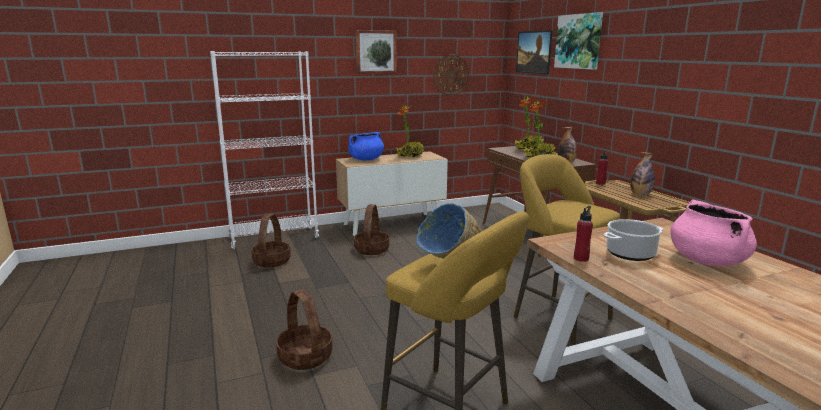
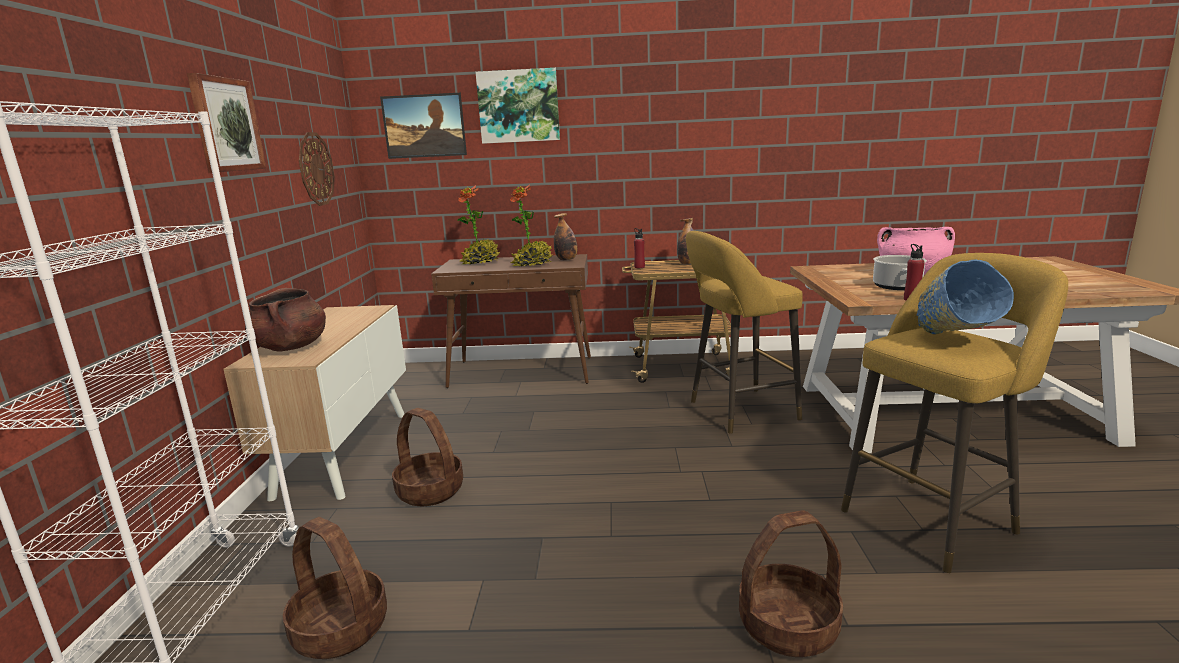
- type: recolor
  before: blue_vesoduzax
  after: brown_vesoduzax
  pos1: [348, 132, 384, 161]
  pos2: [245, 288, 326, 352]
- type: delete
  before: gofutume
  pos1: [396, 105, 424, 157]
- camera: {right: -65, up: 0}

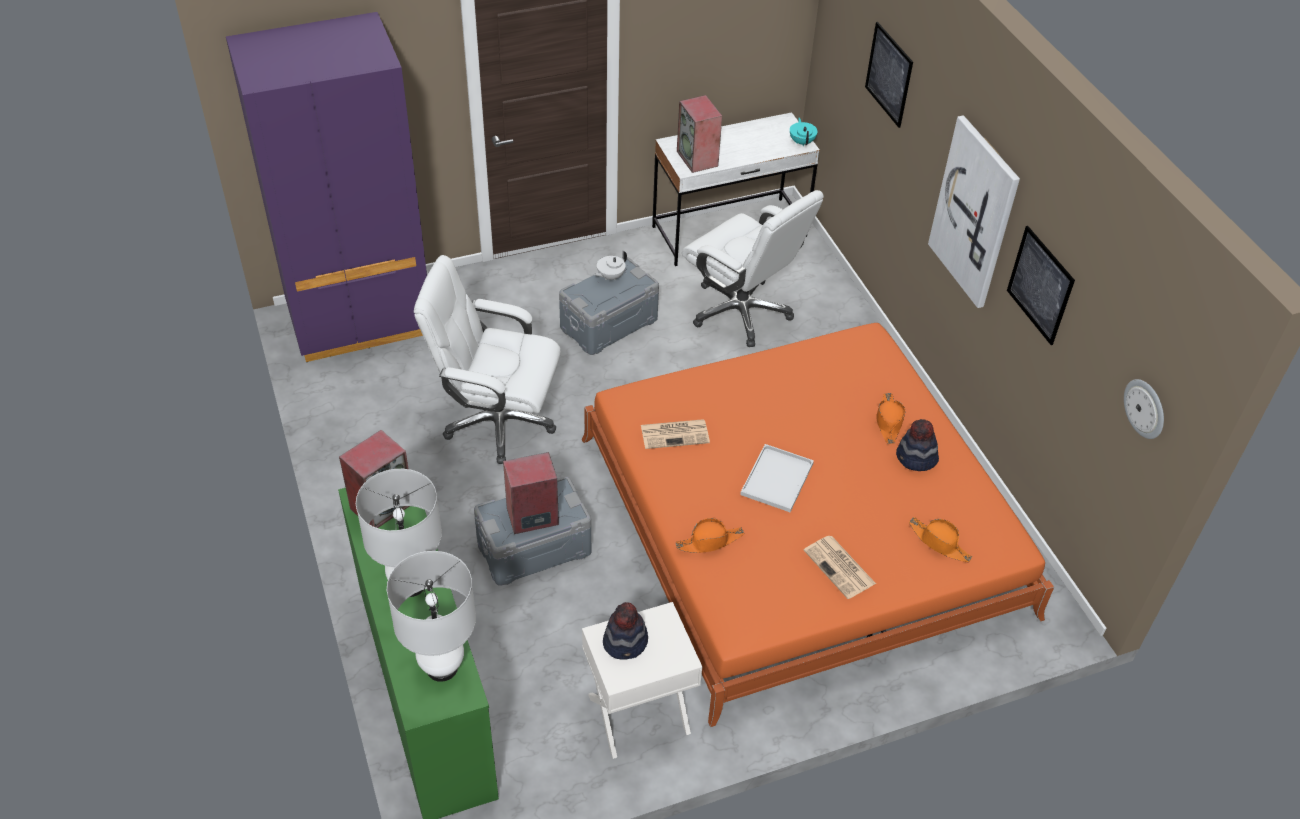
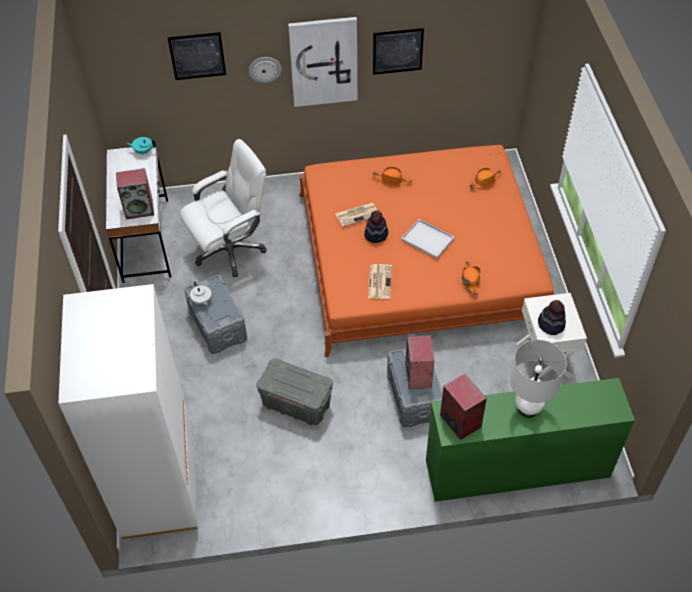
- type: recolor
  before: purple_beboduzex
  after: white_beboduzex
  pos1: [226, 12, 427, 362]
  pos2: [58, 284, 198, 539]
- type: delete
  before: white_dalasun
  pos1: [387, 551, 476, 682]
- type: replace
  before: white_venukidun
  after: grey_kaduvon
  pos1: [414, 255, 561, 464]
  pos2: [257, 358, 333, 425]
- type: move
  before: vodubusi
  pos1: [804, 536, 876, 599]
  pos2: [335, 203, 377, 227]
- type: move
  before: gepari
  pos1: [896, 419, 939, 471]
  pos2: [364, 210, 388, 243]
- type: move
  before: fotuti
  pos1: [1124, 379, 1164, 439]
  pos2: [249, 57, 282, 83]
- camera: {right: -75, up: 5}

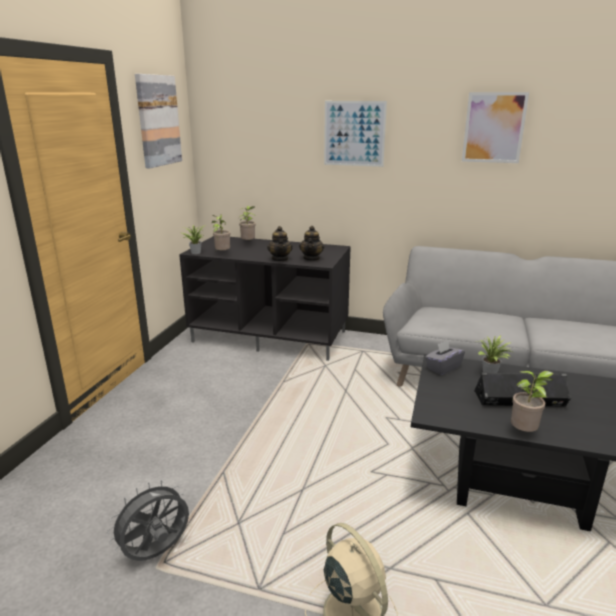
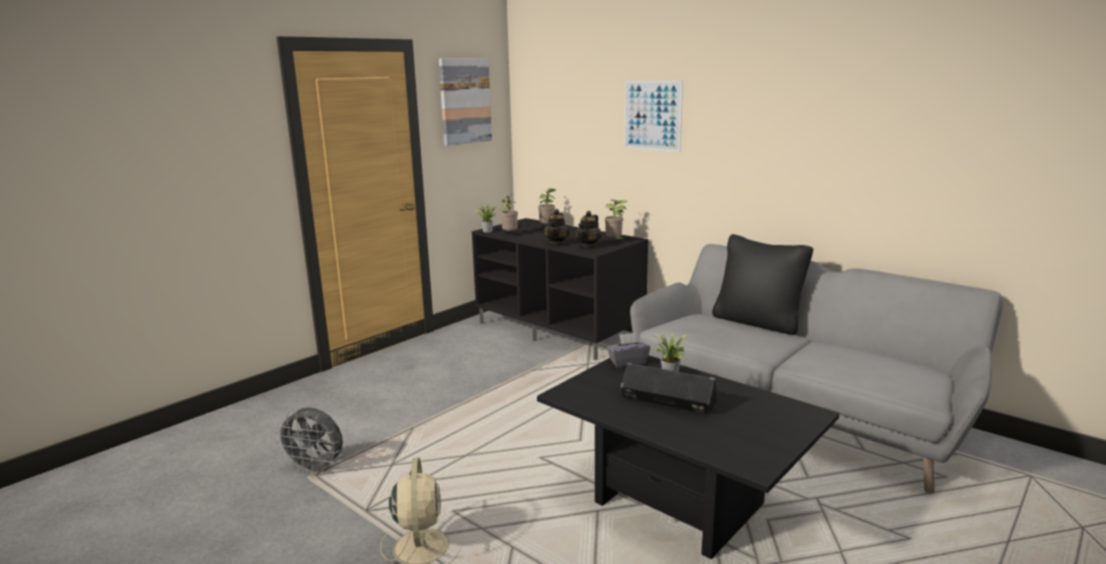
- type: rotate
  before: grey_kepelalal
  pos1: [107, 480, 189, 561]
  pos2: [275, 407, 343, 474]
  turn: -150
- type: delete
  before: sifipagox
  pos1: [462, 92, 529, 163]
- type: move
  before: gofutume
  pos1: [511, 371, 554, 432]
  pos2: [605, 200, 628, 239]
- type: insert
  after: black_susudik
  pos2: [712, 234, 814, 335]
- camera: {right: 25, up: -5}

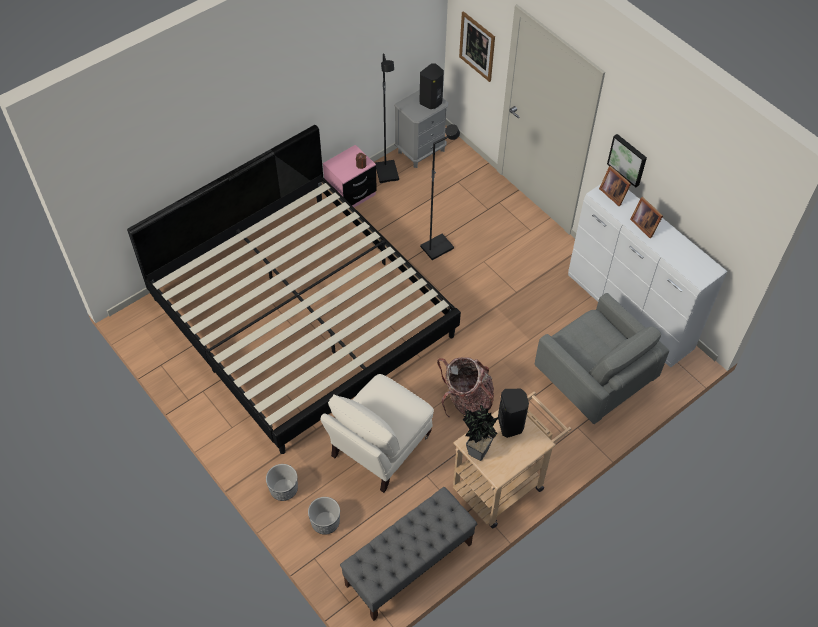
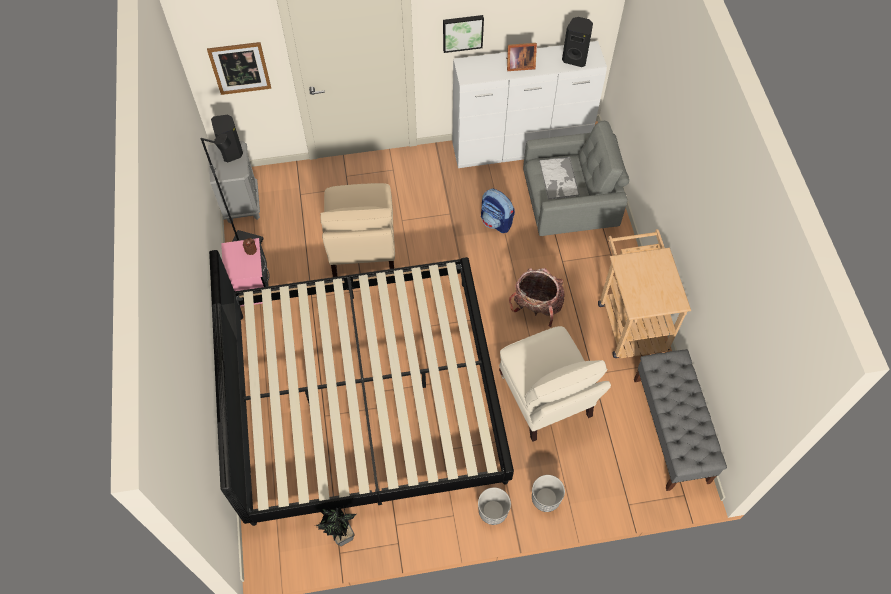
- type: move
  before: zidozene
  pos1: [308, 497, 340, 535]
  pos2: [478, 487, 511, 525]
- type: replace
  before: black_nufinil
  after: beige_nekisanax
  pos1: [420, 124, 460, 260]
  pos2: [320, 183, 395, 277]
- type: move
  before: gofutume
  pos1: [463, 405, 499, 461]
  pos2: [315, 505, 356, 546]
- type: move
  before: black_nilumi
  pos1: [498, 389, 529, 438]
  pos2: [562, 17, 593, 67]
- type: delete
  before: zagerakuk
  pos1: [599, 166, 631, 206]
- type: insert
  after: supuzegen
  pos2: [481, 188, 515, 233]
- type: insert
  after: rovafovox
  pos2: [539, 157, 580, 200]
- camera: {right: -60, up: 5}

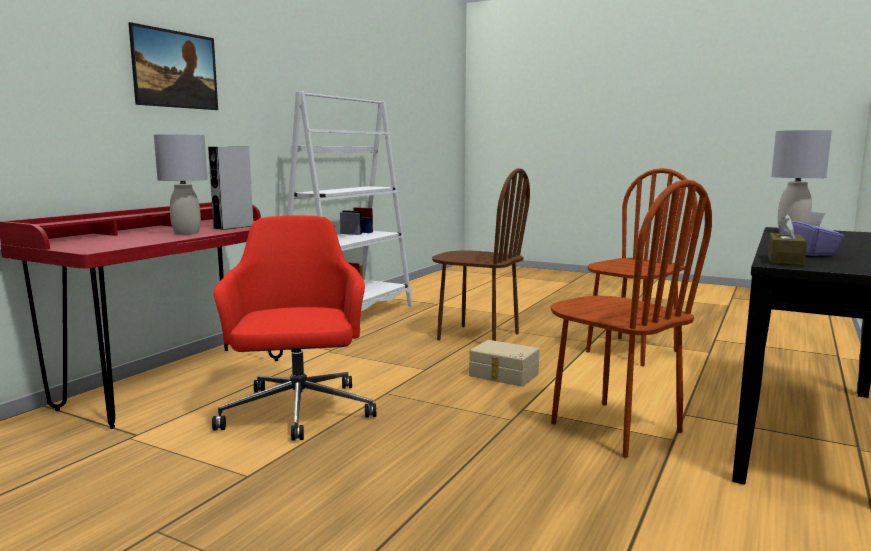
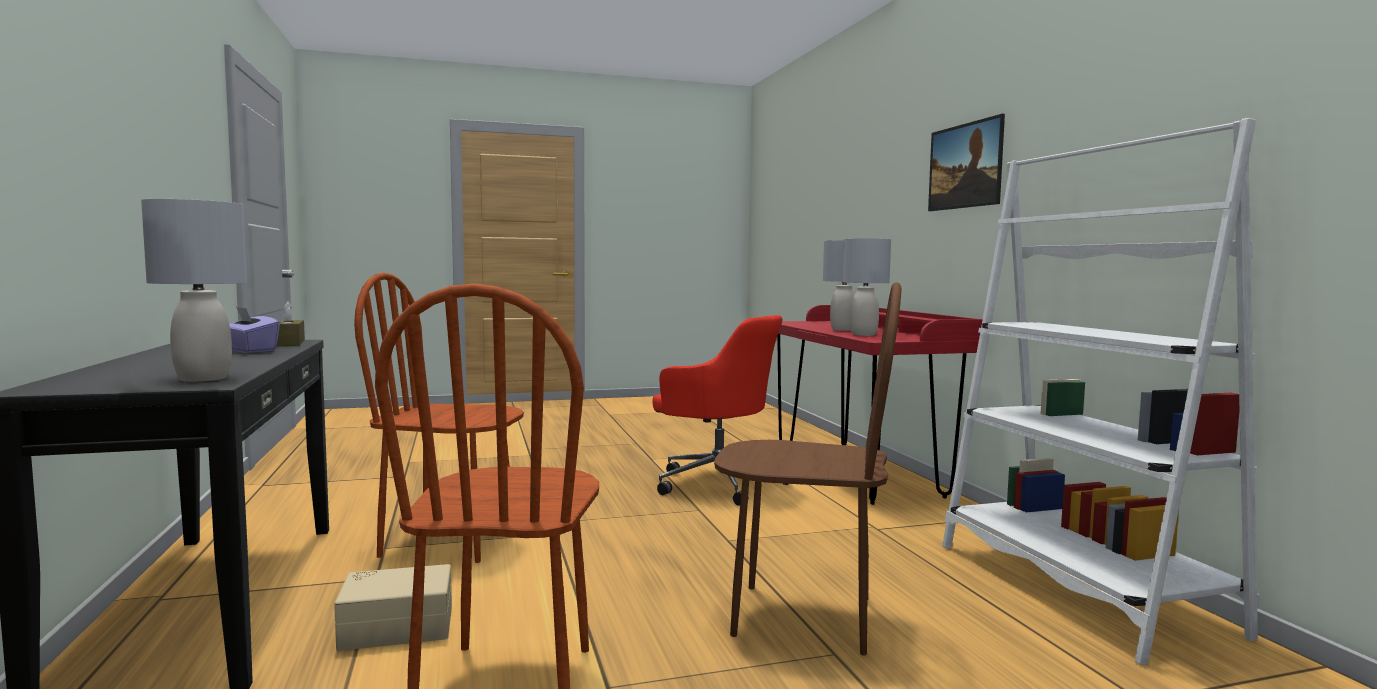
- type: replace
  before: grey_nilumi
  after: grey_dalasun
  pos1: [208, 147, 253, 230]
  pos2: [843, 238, 891, 336]
- type: rotate
  before: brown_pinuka
  pos1: [432, 168, 530, 341]
  pos2: [714, 282, 902, 656]
  turn: -150
- type: move
  before: beige_kaduvon
  pos1: [469, 340, 539, 387]
  pos2: [334, 564, 452, 651]
- camera: {right: 135, up: -5}

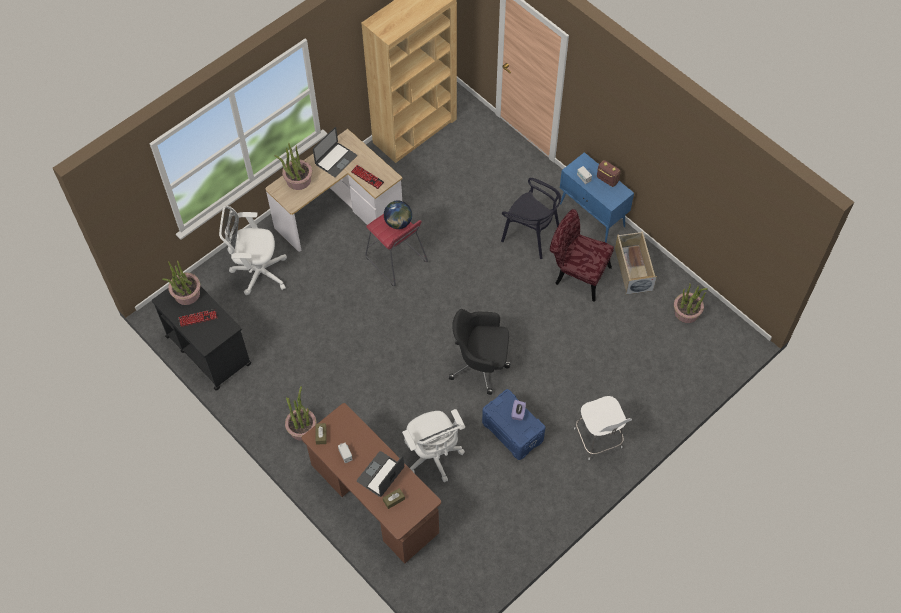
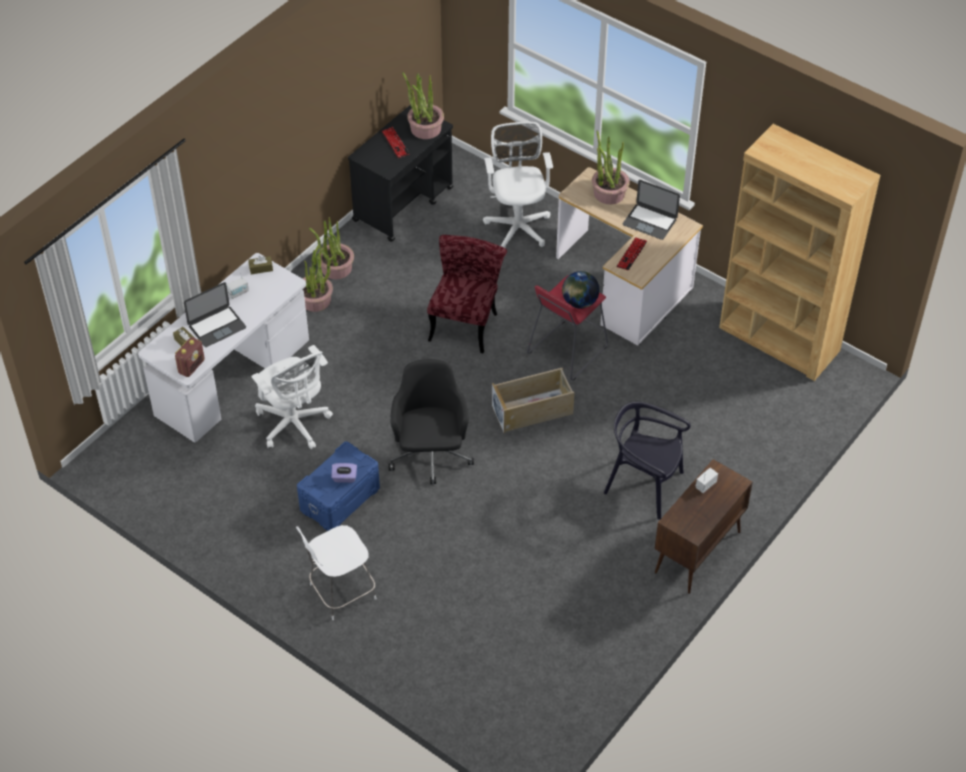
- type: recolor
  before: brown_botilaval
  after: white_botilaval
  pos1: [302, 403, 441, 564]
  pos2: [138, 253, 309, 442]
- type: rotate
  before: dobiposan
  pos1: [357, 451, 404, 497]
  pos2: [184, 282, 246, 347]
  turn: 120
- type: rotate
  before: white_venukidun
  pos1: [402, 409, 465, 482]
  pos2: [251, 345, 333, 449]
  turn: -90
- type: rotate
  before: black_pinuka
  pos1: [501, 178, 561, 259]
  pos2: [604, 402, 691, 520]
  turn: 90
- type: move
  before: red_pinuka
  pos1: [550, 209, 614, 302]
  pos2: [427, 235, 507, 353]
- type: recolor
  before: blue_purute
  after: brown_purute
  pos1: [560, 152, 634, 243]
  pos2: [655, 459, 753, 594]
- type: move
  before: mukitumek
  pos1: [597, 160, 620, 187]
  pos2: [175, 337, 205, 377]
- type: move
  before: beige_kaduvon
  pos1: [615, 231, 657, 295]
  pos2: [492, 368, 574, 433]
- type: move
  before: gofutume
  pos1: [674, 284, 708, 323]
  pos2: [309, 217, 354, 279]
- camera: {right: 80, up: -10}

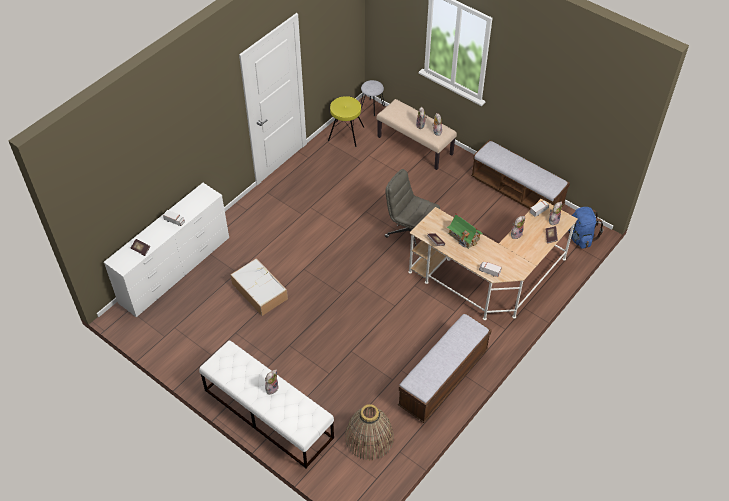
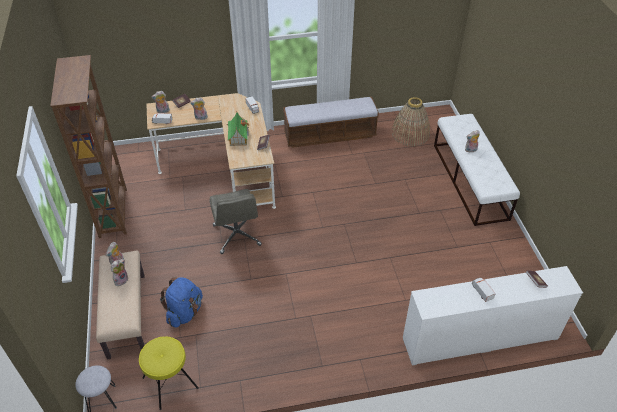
- type: delete
  before: kaduvon
  pos1: [230, 259, 288, 316]
- type: replace
  before: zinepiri
  after: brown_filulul
  pos1: [471, 140, 570, 209]
  pos2: [50, 55, 127, 238]
- type: move
  before: blue_supuzegen
  pos1: [568, 207, 603, 249]
  pos2: [160, 277, 203, 328]
- camera: {right: -140, up: -5}

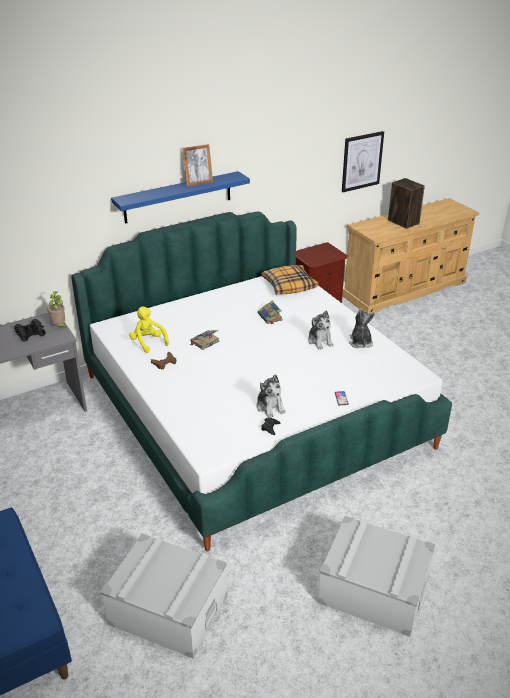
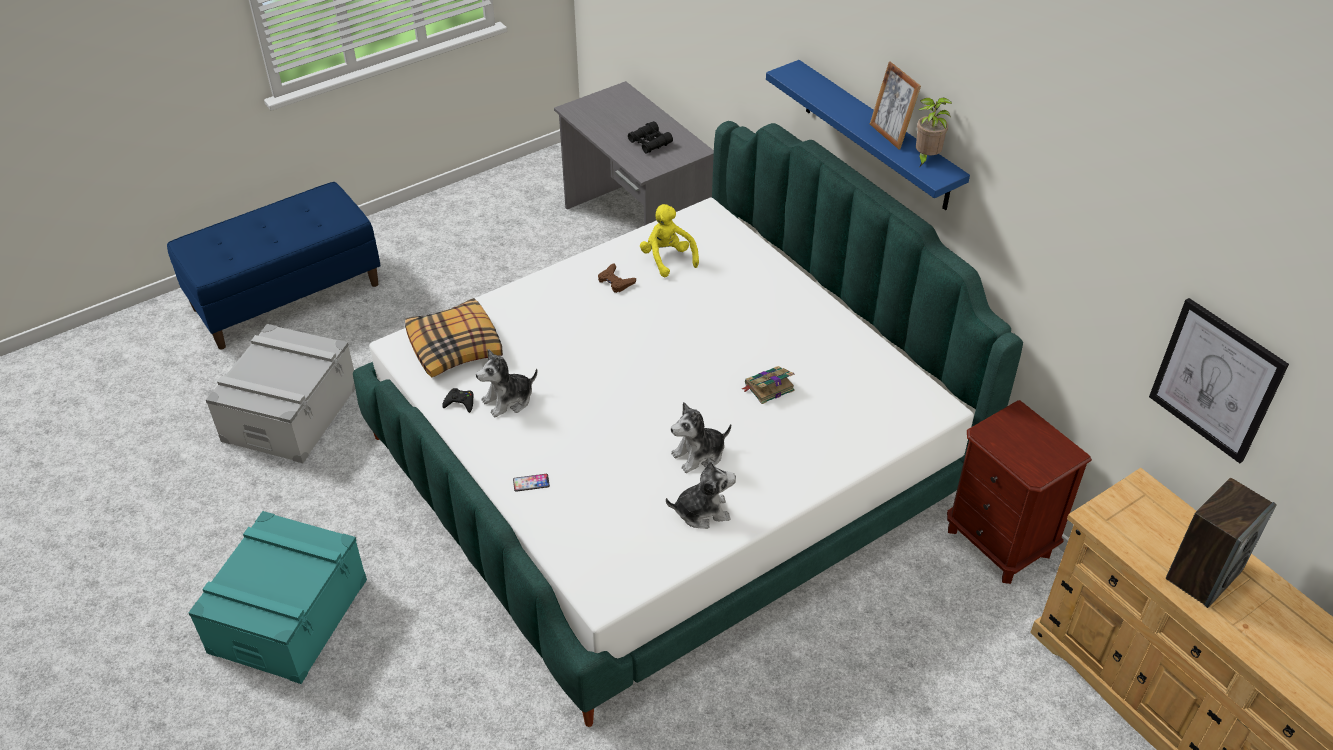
- type: move
  before: gofutume
  pos1: [47, 291, 66, 328]
  pos2: [916, 97, 953, 166]
- type: rotate
  before: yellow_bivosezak
  pos1: [129, 307, 169, 353]
  pos2: [640, 204, 699, 277]
  turn: -75
- type: delete
  before: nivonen
  pos1: [190, 330, 220, 350]
- type: move
  before: susudik
  pos1: [262, 265, 318, 295]
  pos2: [405, 298, 503, 377]
- type: recolor
  before: grey_kaduvon
  after: turquoise_kaduvon
  pos1: [318, 516, 435, 637]
  pos2: [189, 511, 367, 684]
- camera: {right: 85, up: 10}

